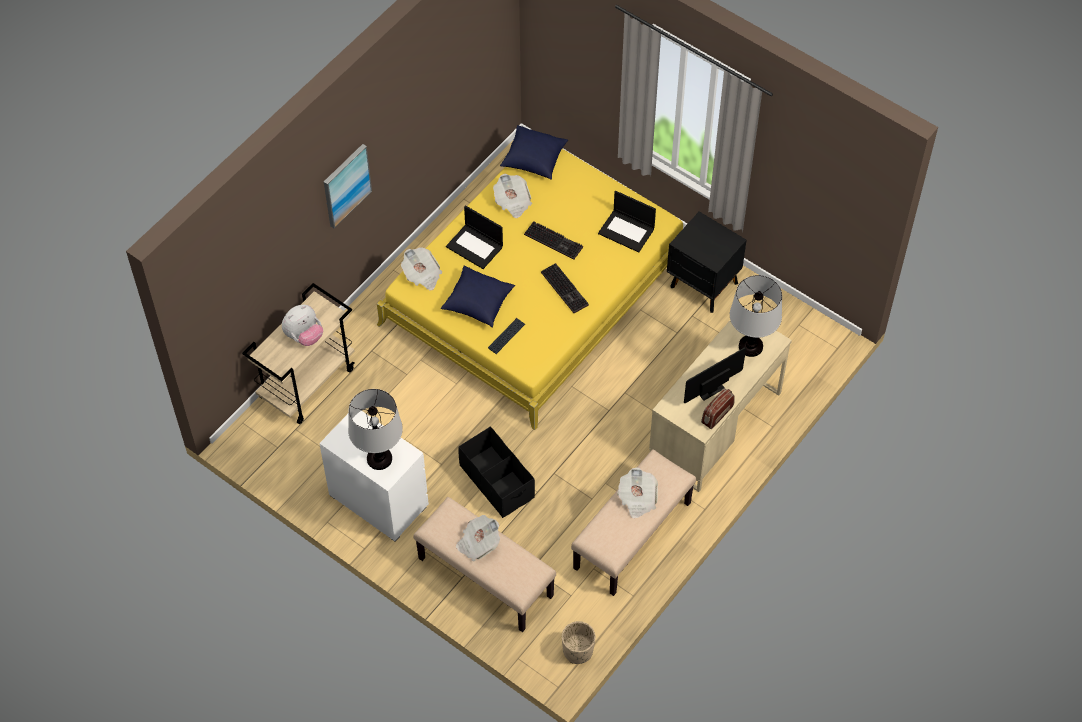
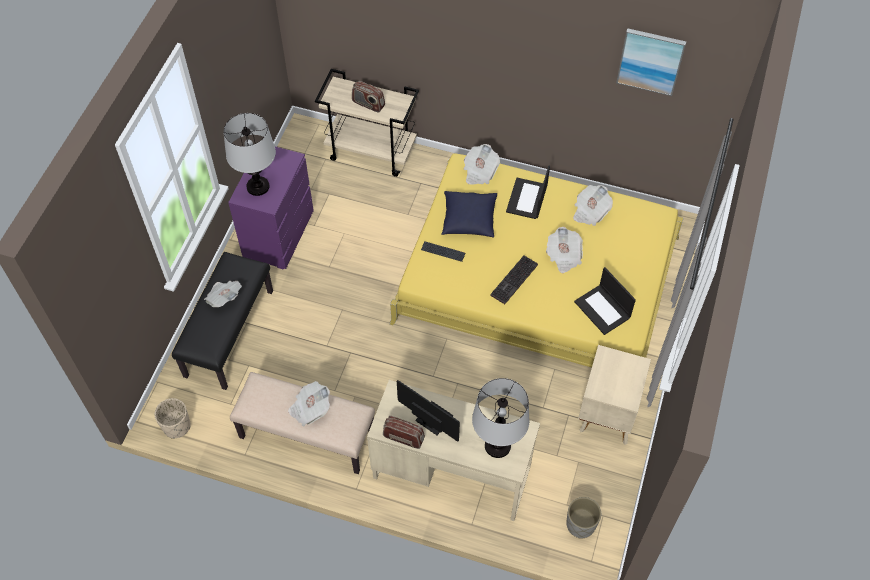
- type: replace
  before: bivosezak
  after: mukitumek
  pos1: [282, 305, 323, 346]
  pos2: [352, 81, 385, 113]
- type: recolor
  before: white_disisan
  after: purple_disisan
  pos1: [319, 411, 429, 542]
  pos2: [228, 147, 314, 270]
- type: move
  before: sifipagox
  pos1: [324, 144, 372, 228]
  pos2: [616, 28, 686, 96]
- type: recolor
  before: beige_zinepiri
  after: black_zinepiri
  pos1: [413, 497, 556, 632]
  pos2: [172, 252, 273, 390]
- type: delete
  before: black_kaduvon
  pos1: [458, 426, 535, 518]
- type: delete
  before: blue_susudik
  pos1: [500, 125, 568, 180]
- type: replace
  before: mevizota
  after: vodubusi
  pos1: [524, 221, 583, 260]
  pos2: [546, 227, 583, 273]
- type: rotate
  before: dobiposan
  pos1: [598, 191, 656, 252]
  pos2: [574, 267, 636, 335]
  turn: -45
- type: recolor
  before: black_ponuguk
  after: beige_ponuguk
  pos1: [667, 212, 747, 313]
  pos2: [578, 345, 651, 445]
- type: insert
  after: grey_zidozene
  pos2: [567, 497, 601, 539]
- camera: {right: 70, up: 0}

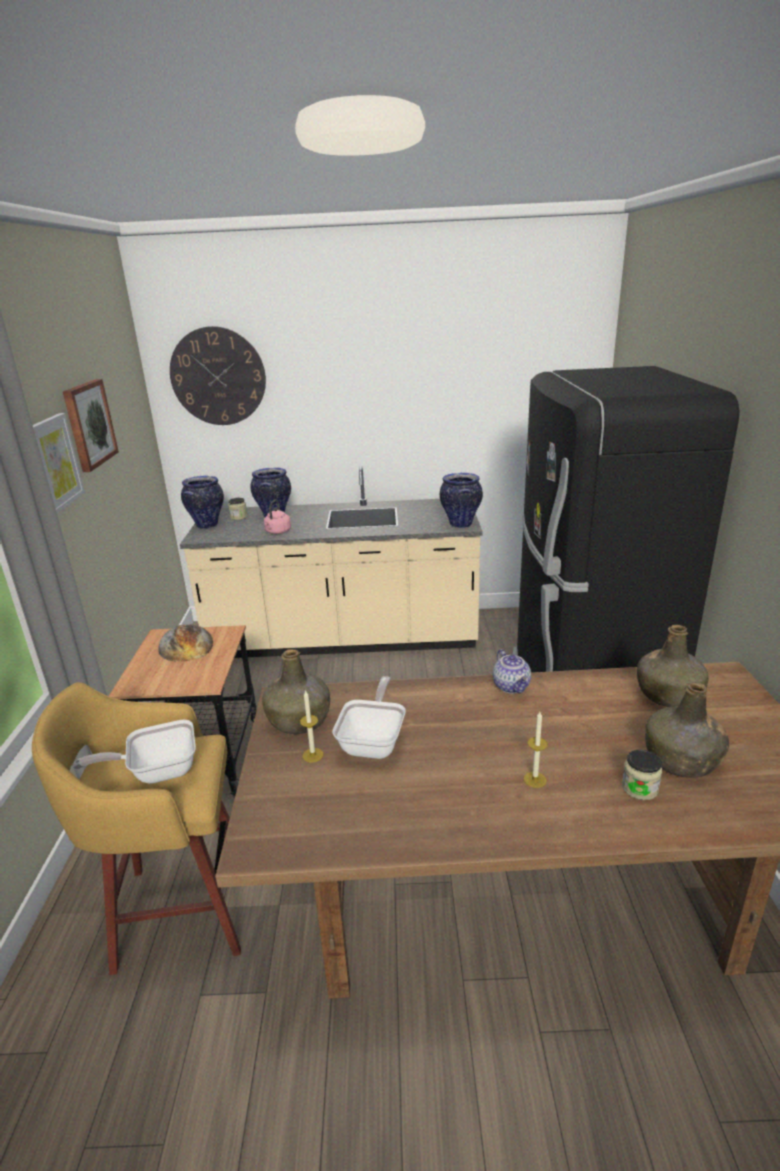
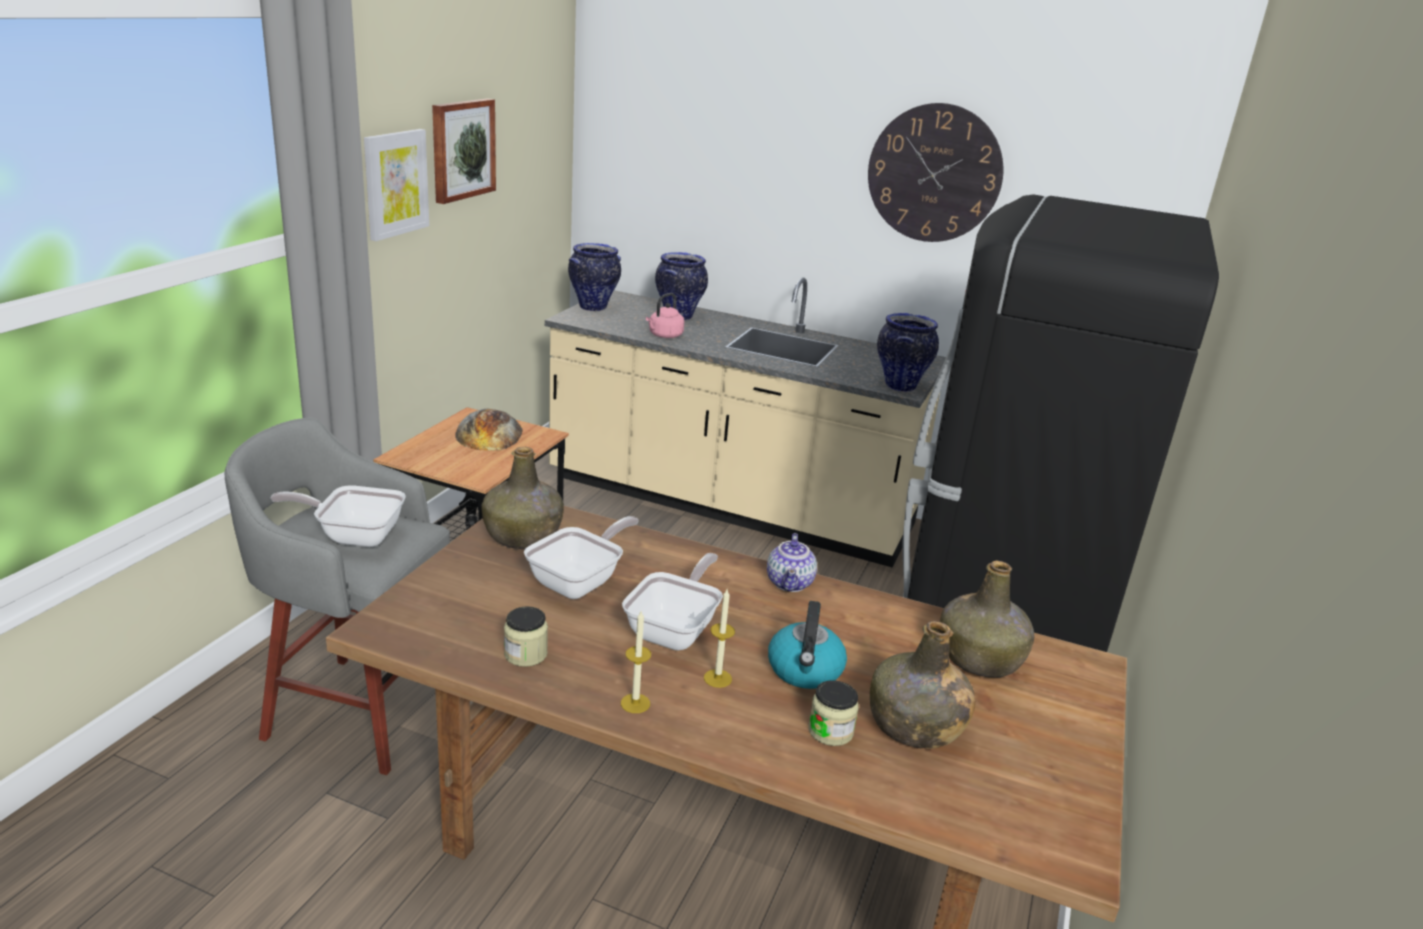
- type: recolor
  before: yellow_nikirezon
  after: grey_nikirezon
  pos1: [32, 682, 241, 975]
  pos2: [225, 417, 450, 775]
- type: move
  before: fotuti
  pos1: [170, 326, 266, 425]
  pos2: [868, 103, 1003, 242]
- type: move
  before: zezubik
  pos1: [228, 498, 248, 520]
  pos2: [504, 606, 548, 667]
- type: move
  before: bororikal
  pos1: [300, 690, 323, 763]
  pos2: [621, 611, 651, 713]
- type: insert
  after: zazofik
  pos2: [622, 553, 723, 651]
- type: insert
  after: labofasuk
  pos2: [768, 601, 847, 689]
- camera: {right: 20, up: 0}

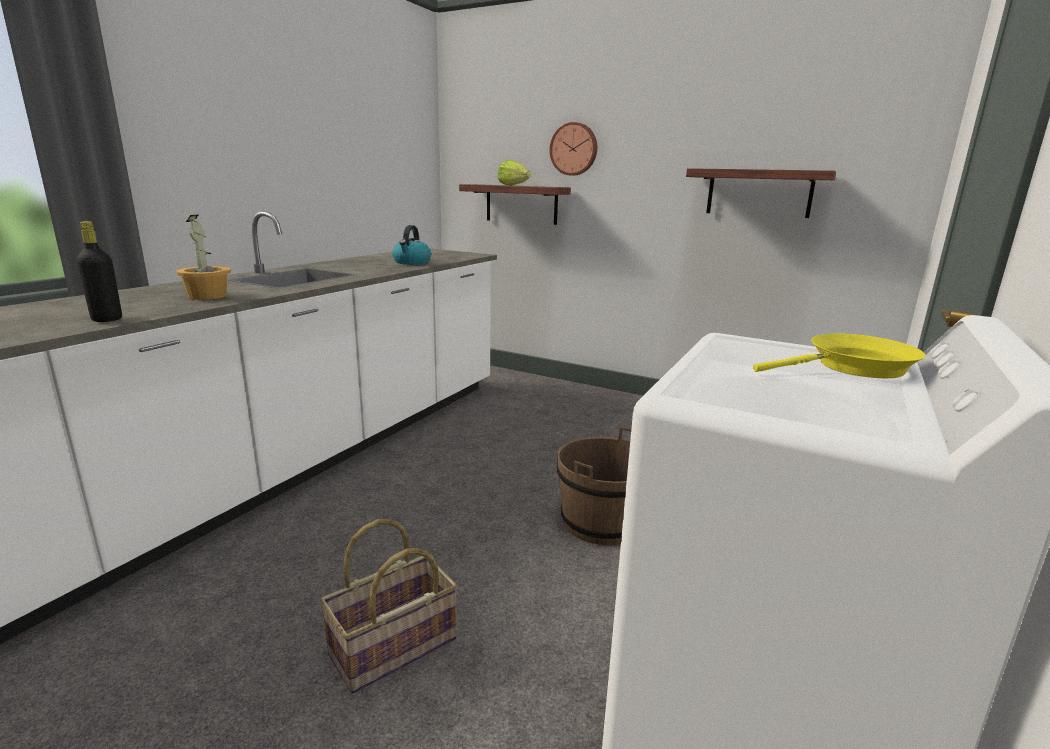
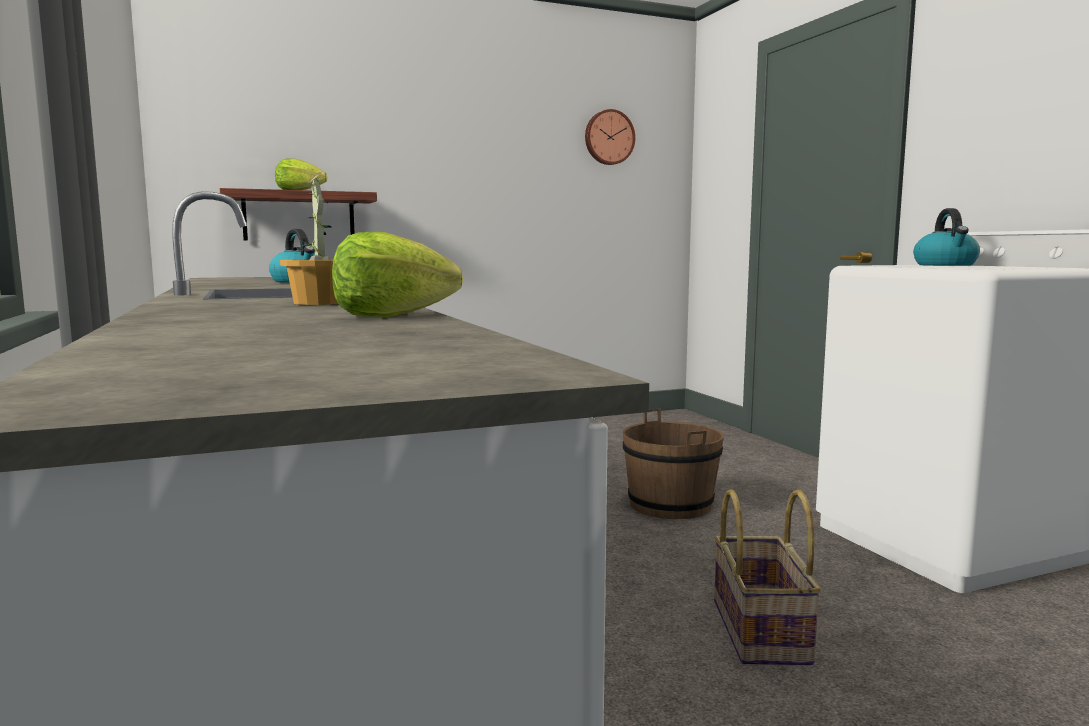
- type: replace
  before: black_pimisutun
  after: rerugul
  pos1: [77, 221, 122, 322]
  pos2: [332, 232, 463, 317]
- type: move
  before: fotuti
  pos1: [550, 122, 597, 176]
  pos2: [585, 109, 635, 165]
- type: delete
  before: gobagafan
  pos1: [686, 168, 836, 218]
- type: replace
  before: yellow_zazofik
  after: labofasuk
  pos1: [753, 333, 925, 378]
  pos2: [913, 208, 980, 266]
- camera: {right: -50, up: -10}

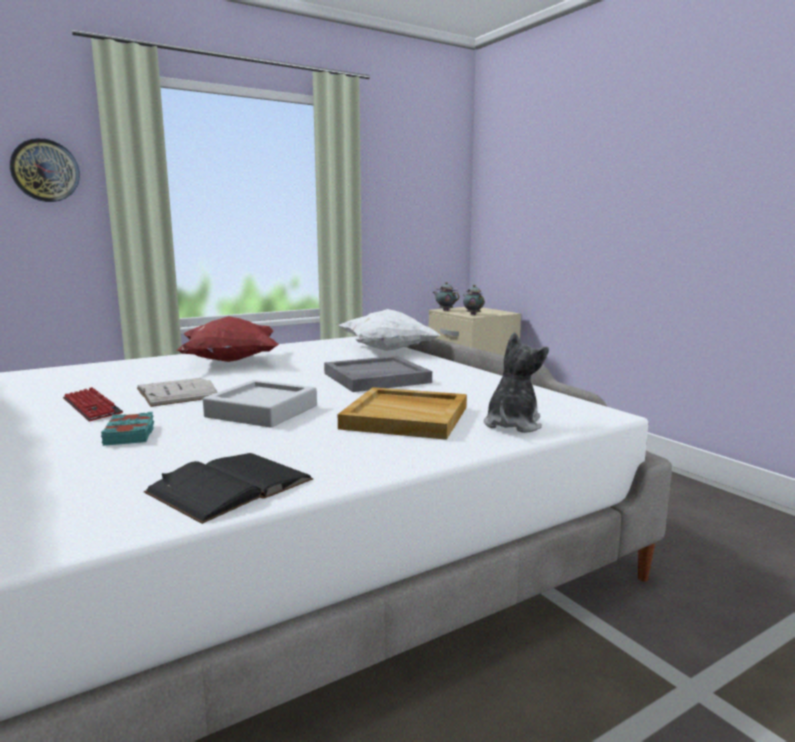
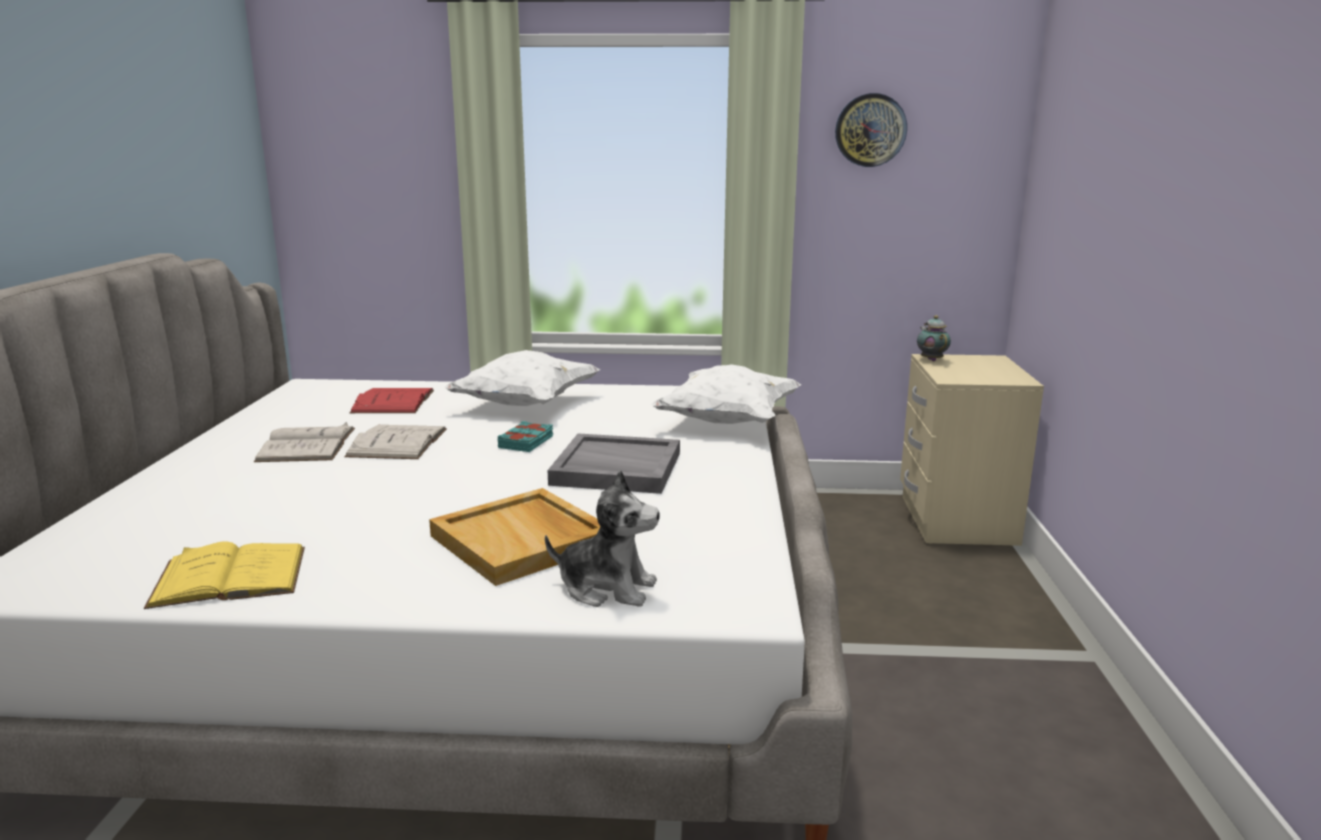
- type: move
  before: fotuti
  pos1: [10, 138, 80, 202]
  pos2: [835, 93, 907, 167]
- type: replace
  before: mevizota
  after: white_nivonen
  pos1: [63, 387, 123, 421]
  pos2: [254, 422, 355, 462]
- type: move
  before: turquoise_nivonen
  pos1: [101, 412, 154, 446]
  pos2: [497, 421, 553, 452]
- type: recolor
  before: black_nivonen
  after: yellow_nivonen
  pos1: [144, 453, 313, 524]
  pos2: [144, 541, 305, 609]
- type: recolor
  before: red_susudik
  after: white_susudik
  pos1: [177, 316, 279, 362]
  pos2: [443, 350, 600, 406]
- type: delete
  before: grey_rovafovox
  pos1: [203, 380, 317, 428]
- type: delete
  before: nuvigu
  pos1: [463, 285, 485, 315]
- type: rotate
  before: bivosezak
  pos1: [484, 332, 549, 433]
  pos2: [545, 470, 660, 607]
  turn: 45
- type: insert
  after: red_nivonen
  pos2: [350, 388, 434, 413]
- camera: {right: 35, up: 5}

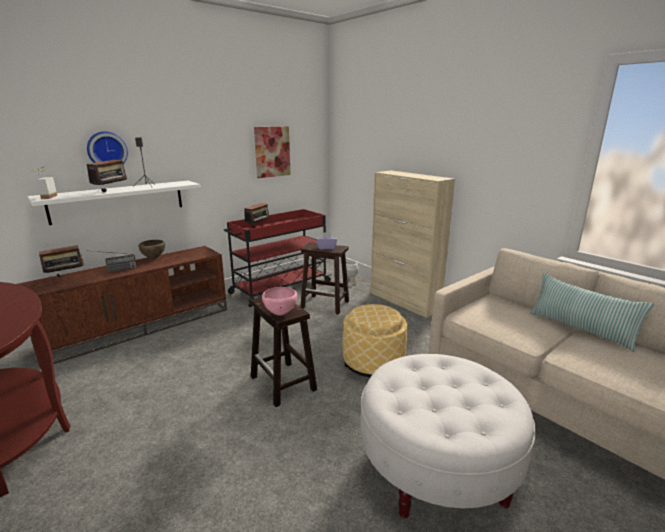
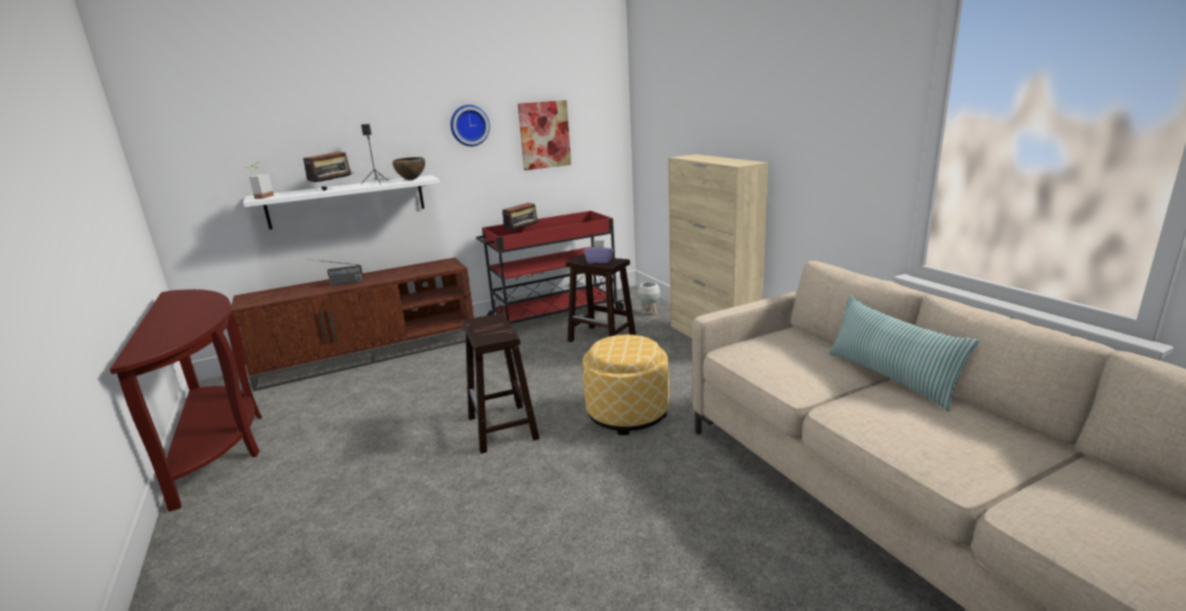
- type: delete
  before: mukitumek
  pos1: [39, 245, 84, 277]
- type: move
  before: fotuti
  pos1: [87, 131, 128, 164]
  pos2: [450, 105, 490, 146]
- type: move
  before: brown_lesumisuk
  pos1: [139, 240, 165, 259]
  pos2: [393, 157, 425, 180]
- type: delete
  before: pink_lesumisuk
  pos1: [262, 287, 297, 315]
- type: delete
  before: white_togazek
  pos1: [360, 354, 536, 518]
- camera: {right: 15, up: 0}

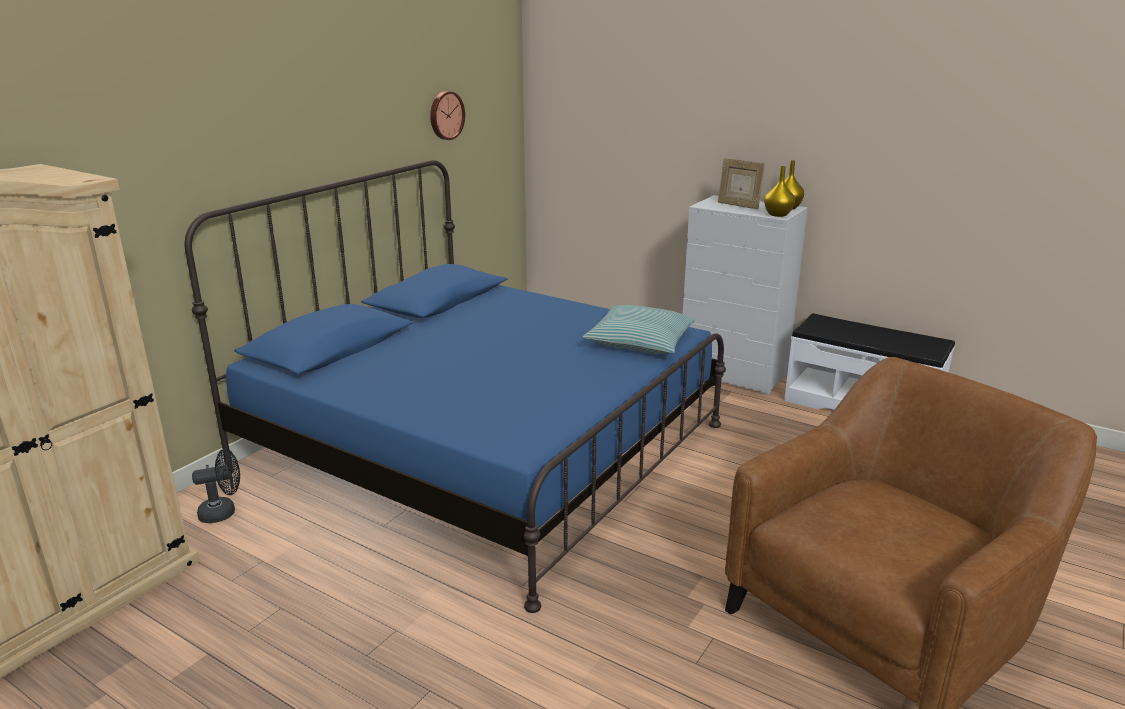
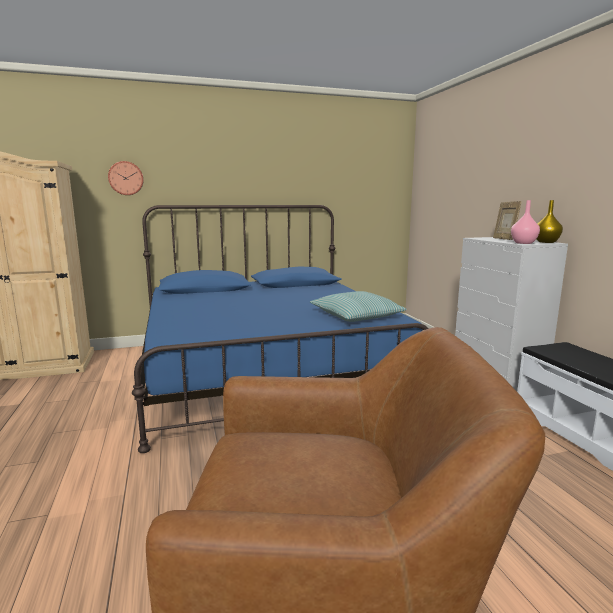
- type: delete
  before: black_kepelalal
  pos1: [192, 449, 240, 523]
- type: move
  before: fotuti
  pos1: [430, 91, 465, 140]
  pos2: [108, 161, 144, 195]
- type: recolor
  before: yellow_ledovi
  after: pink_ledovi
  pos1: [764, 166, 795, 217]
  pos2: [511, 200, 540, 244]
- camera: {right: 40, up: -10}

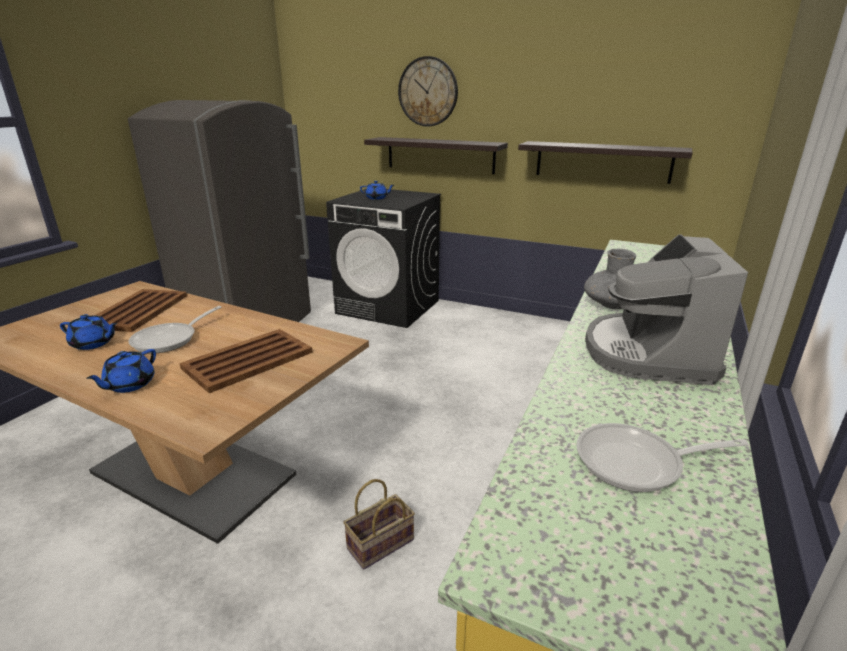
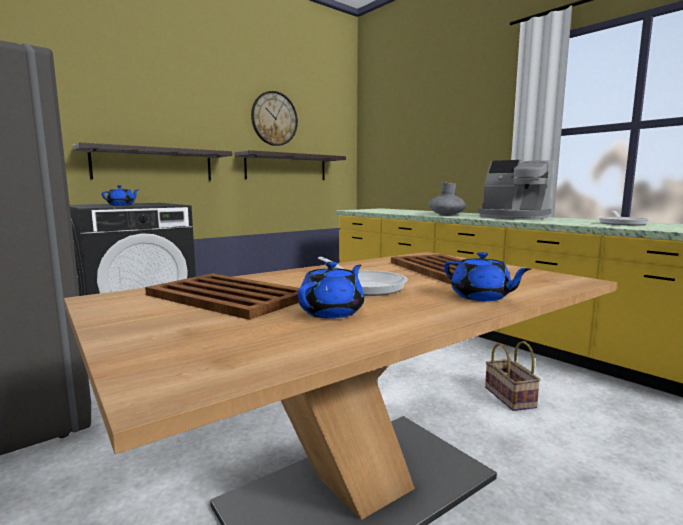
- type: move
  before: fotuti
  pos1: [398, 56, 458, 126]
  pos2: [251, 91, 298, 146]
- camera: {right: -65, up: -15}

